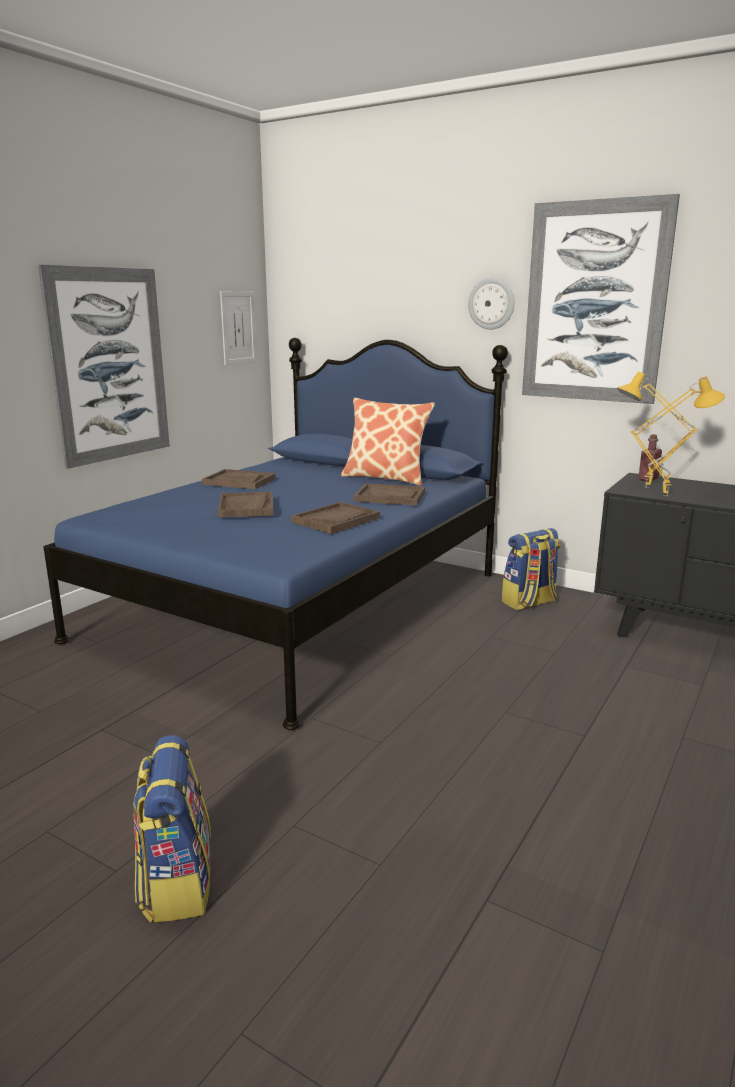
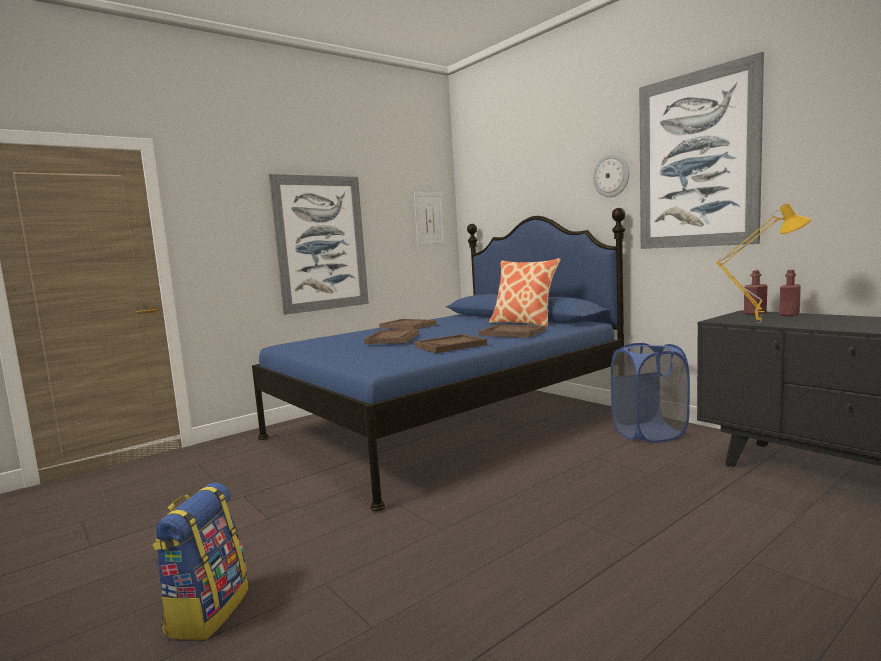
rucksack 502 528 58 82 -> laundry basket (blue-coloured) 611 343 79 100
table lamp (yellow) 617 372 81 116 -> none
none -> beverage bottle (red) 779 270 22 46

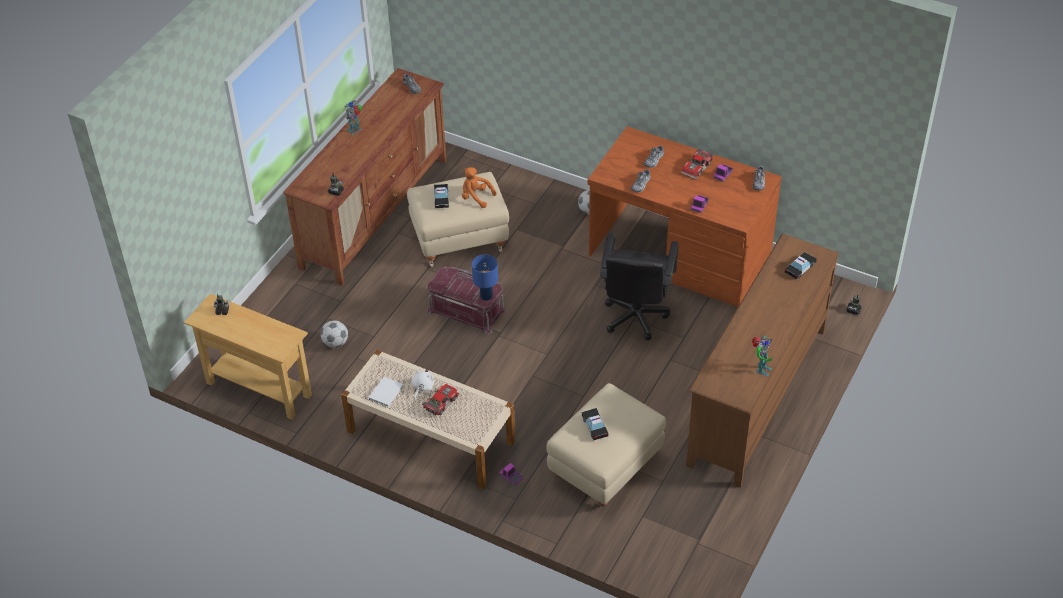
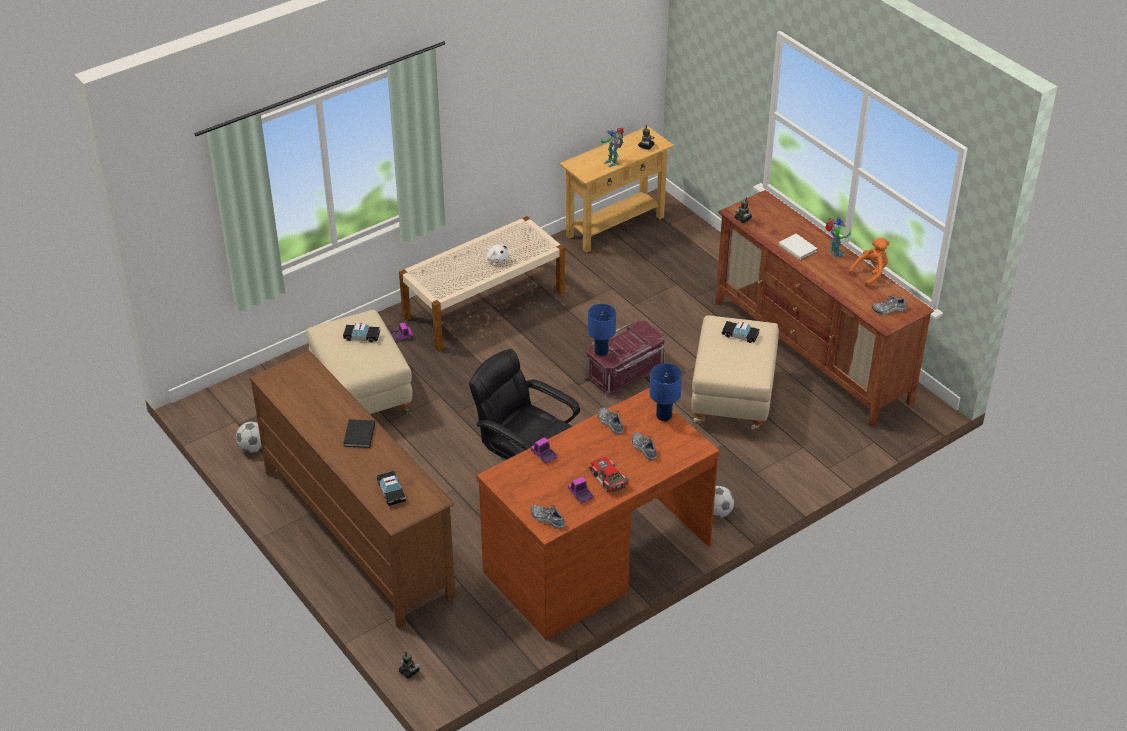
ball for football 321 320 27 28 -> ball for football 236 422 26 31, moved
volume (white) 368 377 35 30 -> volume (white) 779 234 38 26, moved
miniature car 422 384 38 31 -> none
soft toy (orange) 462 167 35 41 -> soft toy (orange) 849 238 41 49, moved
robot figure 752 336 20 40 -> robot figure 601 128 23 39, moved
none -> volume (black) 343 419 32 29
none -> table lamp (blue-coloured) 650 363 32 58

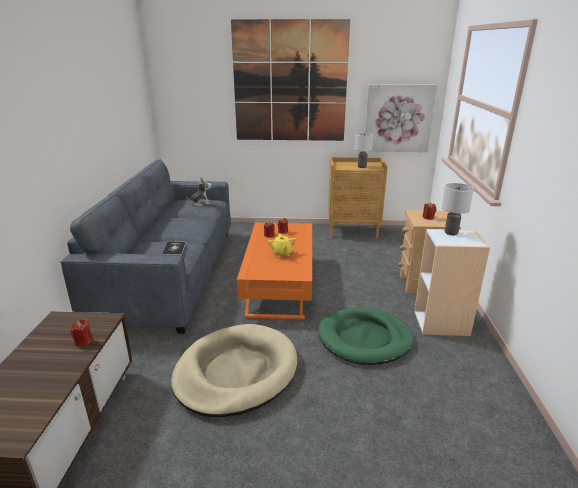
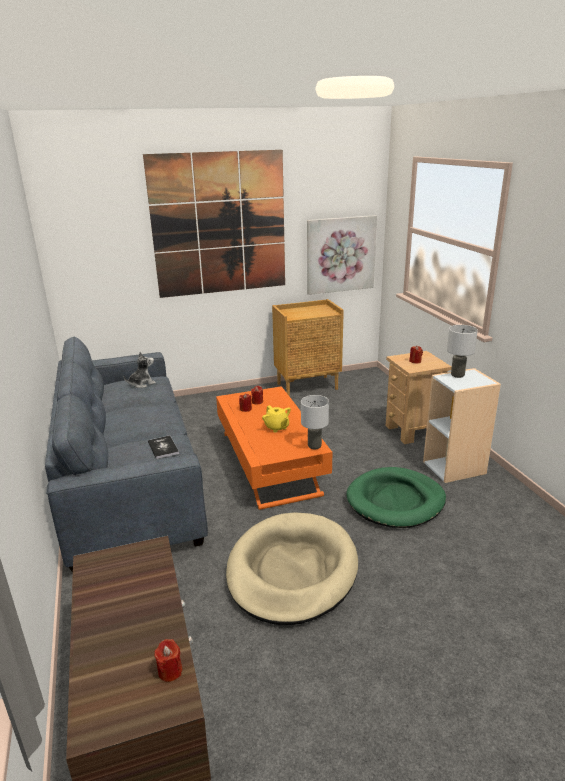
candle (red) 70 319 22 28 -> candle (red) 154 639 28 43, moved
table lamp (white) 354 132 20 36 -> table lamp (white) 301 395 28 54, moved

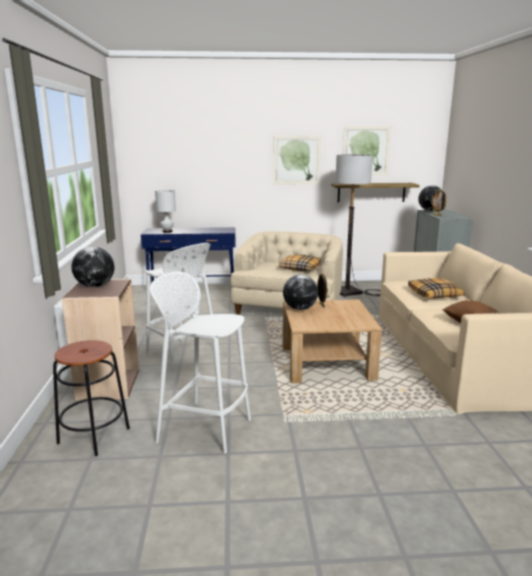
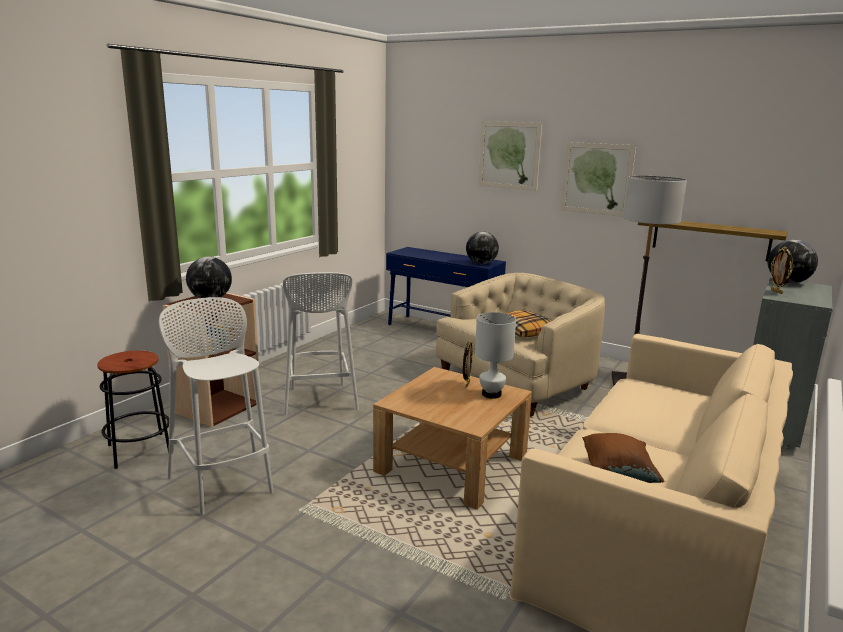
table lamp (white) 155 190 21 43 -> table lamp (white) 475 312 41 87, moved
world globe 283 275 35 35 -> world globe 466 232 33 32, moved
wall picture 343 126 49 49 -> wall picture 478 121 64 70, moved
pillow 408 278 57 20 -> none

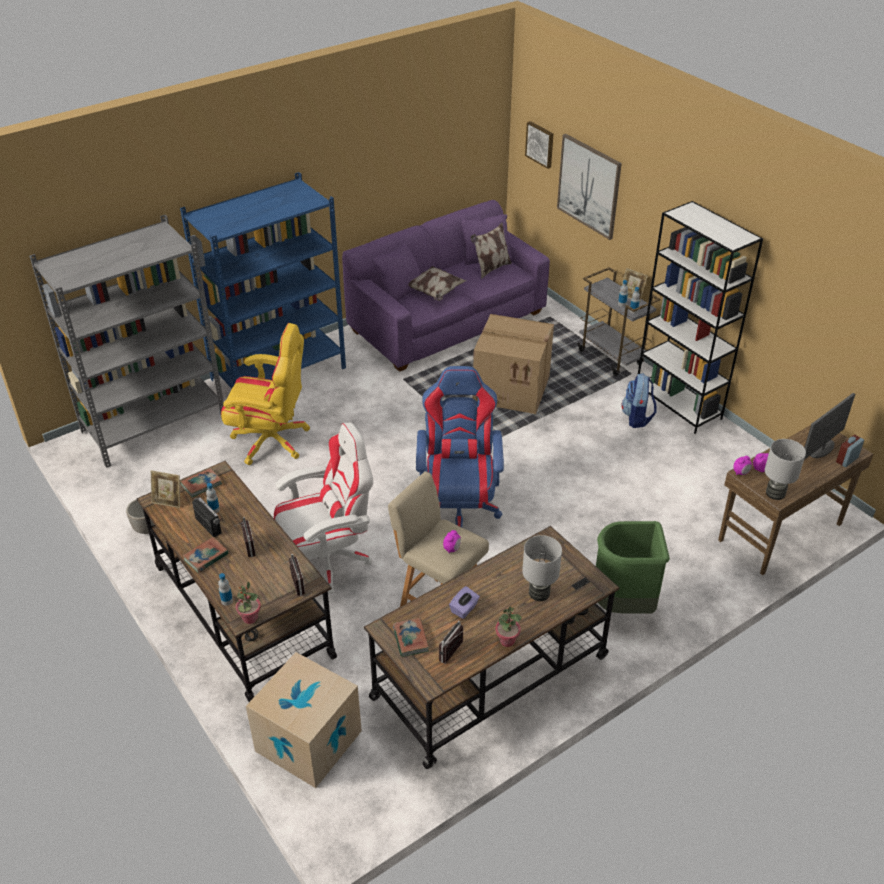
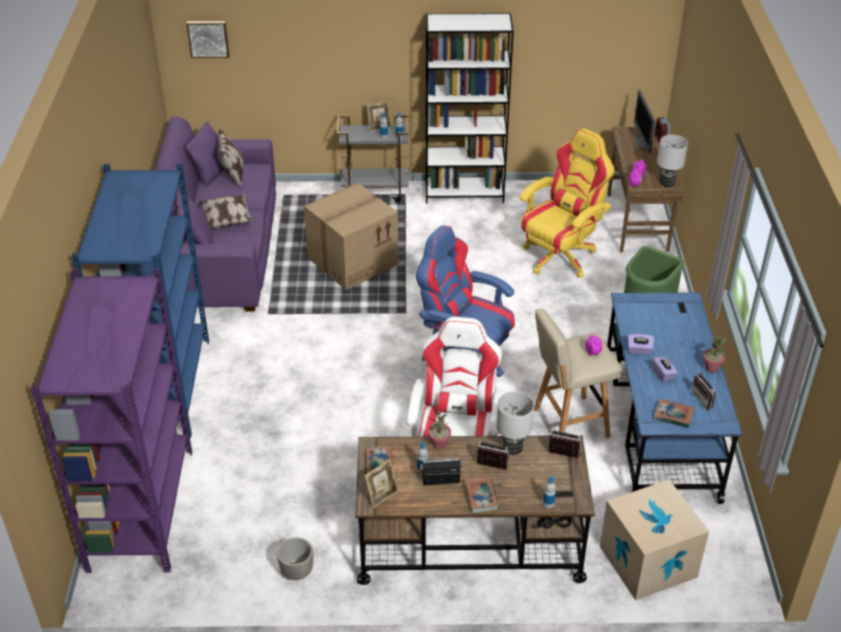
bookcase (gray) 29 215 195 253 -> bookcase (purple-coloured) 31 269 161 304
desk chair (yellow) 221 323 89 142 -> desk chair (yellow) 520 129 95 149, moved
houseplant 235 582 26 42 -> houseplant 428 410 23 39, moved
desk unit (brownish) 364 526 255 243 -> desk unit (blue-coloured) 607 292 135 212
table lamp (gray) 522 535 40 66 -> table lamp (gray) 496 391 38 64, moved
wall picture 557 134 65 106 -> none
rucksack 621 373 35 55 -> none
none -> box of tissues (purple-coloured) 628 334 26 21

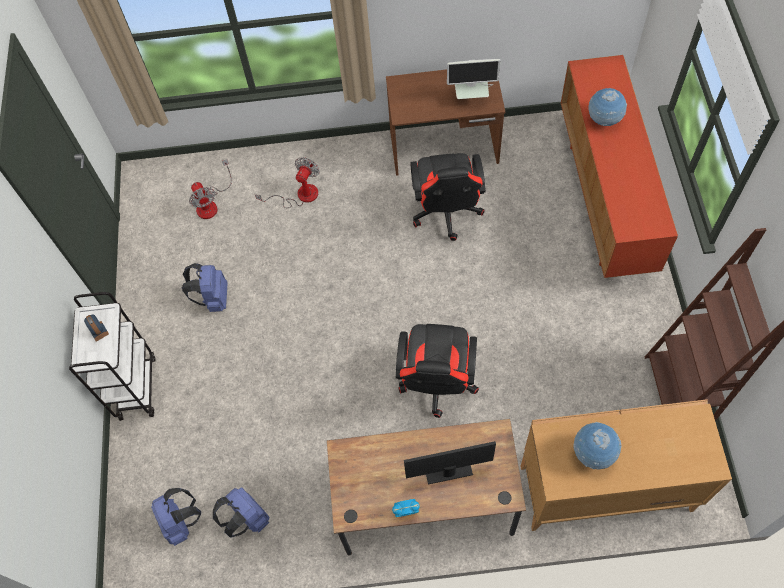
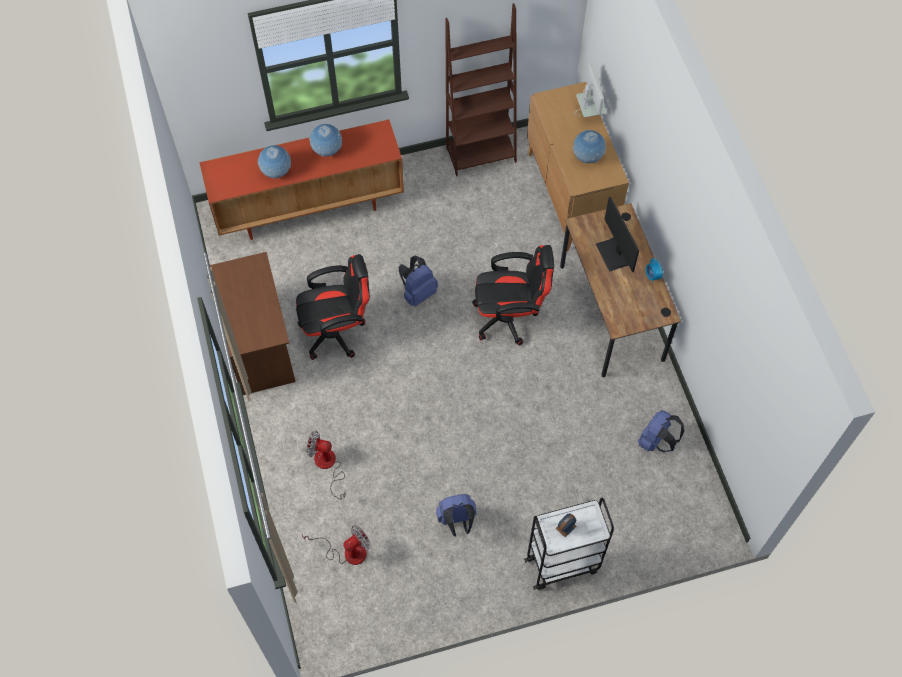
rucksack (blue-coloured) 151 488 50 58 -> rucksack (blue-coloured) 399 256 39 51, moved
monitor 447 59 53 40 -> monitor 574 62 32 55, moved
none -> world globe 309 124 33 32

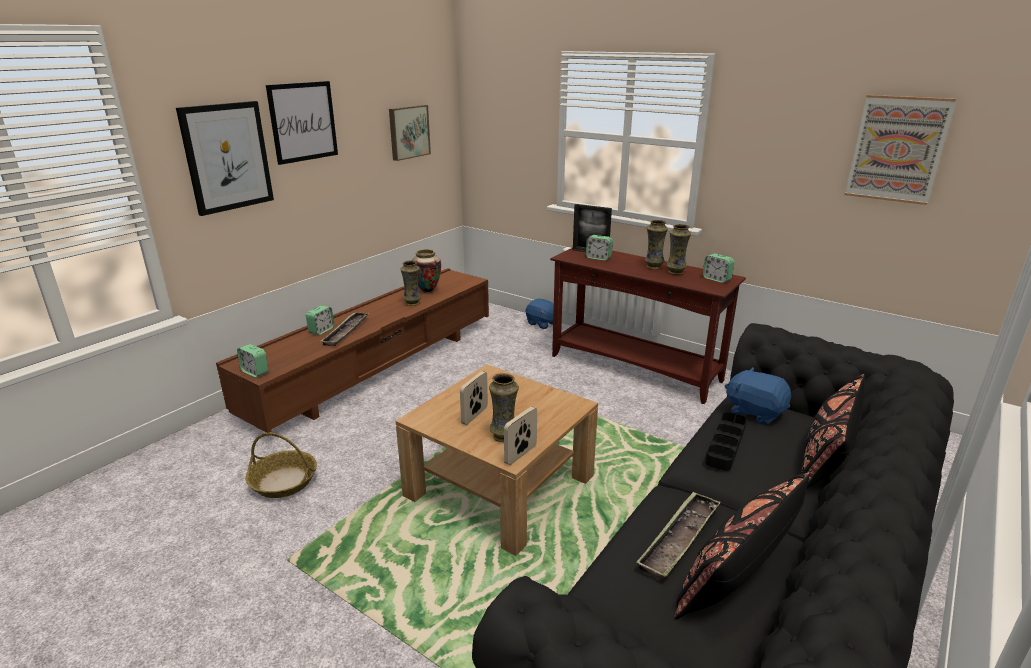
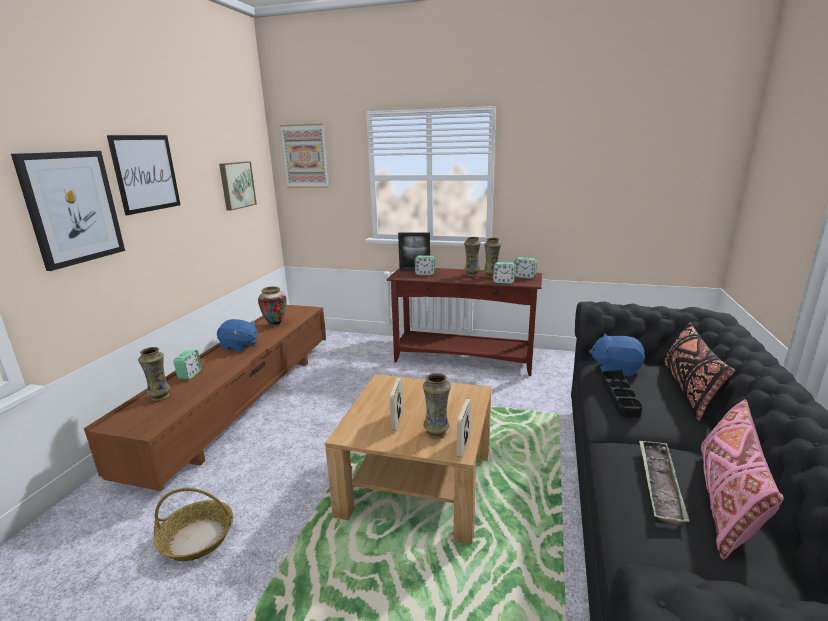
bedside clock 237 344 31 34 -> bedside clock 493 262 22 22, moved
tray 321 312 48 34 -> none
decorative vase 400 260 21 46 -> decorative vase 138 347 32 54, moved
soft toy (blue-coloured) 526 298 28 31 -> soft toy (blue-coloured) 217 319 40 33, moved
pillow (black) 674 472 137 147 -> pillow (pink-coloured) 701 399 83 161
wall picture 845 95 111 110 -> wall picture 280 124 49 64, moved

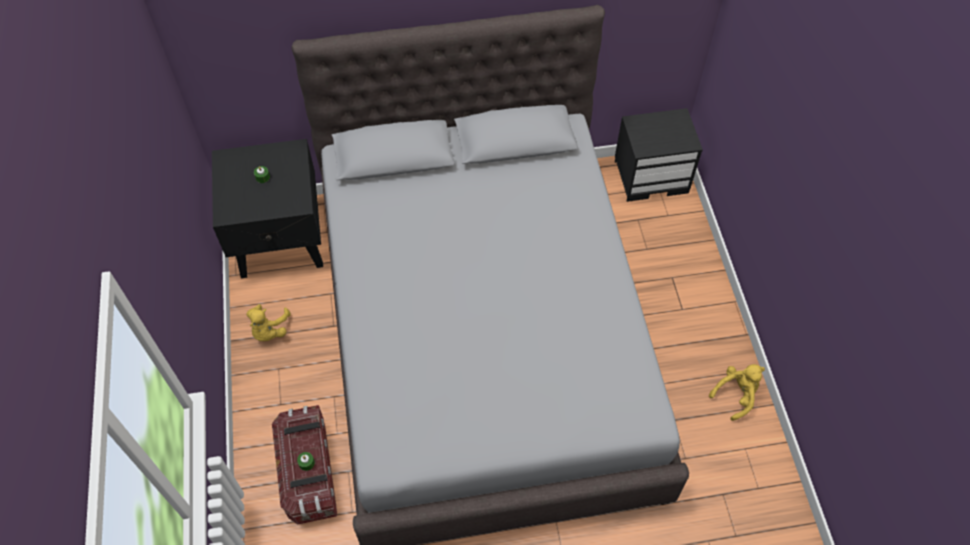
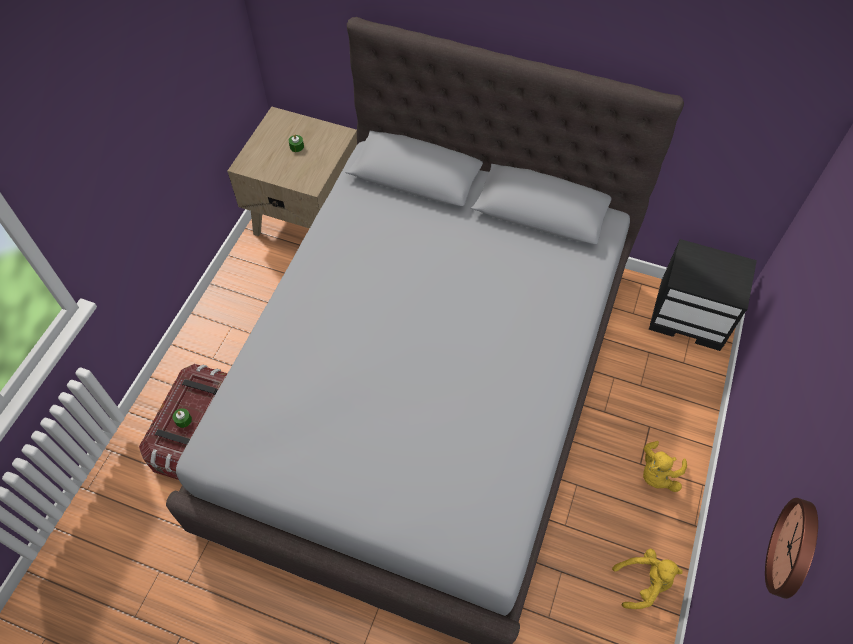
bedside table (black) 212 139 111 139 -> bedside table (beige-coloured) 227 107 130 129
soft toy (yellow) 247 304 44 37 -> soft toy (yellow) 643 441 44 51, moved
none -> hanging clock 765 498 53 101

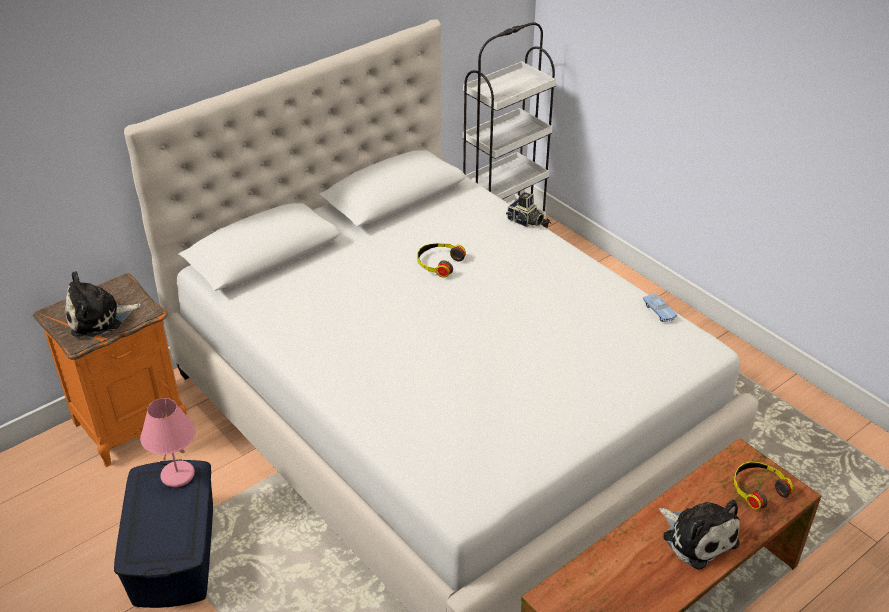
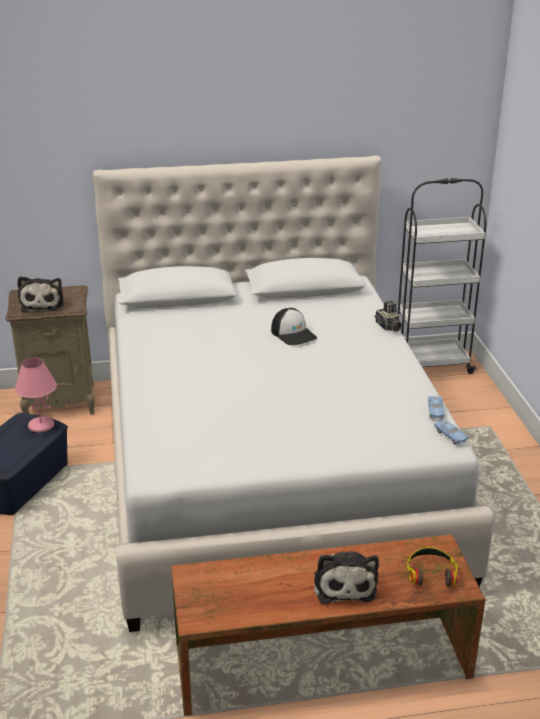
bedside table (orange) 33 273 154 194 -> bedside table (beige-coloured) 5 285 90 129
soft toy 65 271 76 67 -> soft toy 17 276 47 36, 105 degrees counterclockwise
headset 418 243 48 34 -> peaked cap 271 308 46 37
none -> miniature car (blue-coloured) 434 420 34 25

